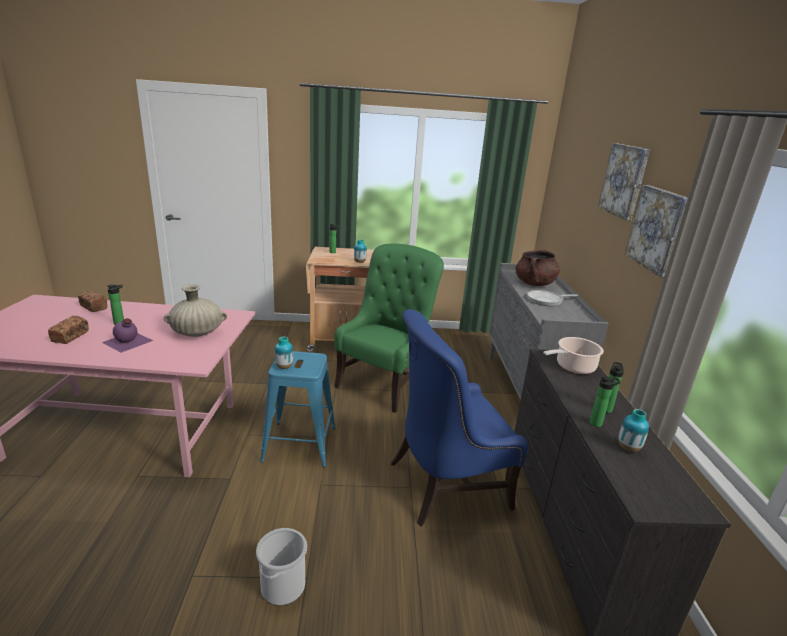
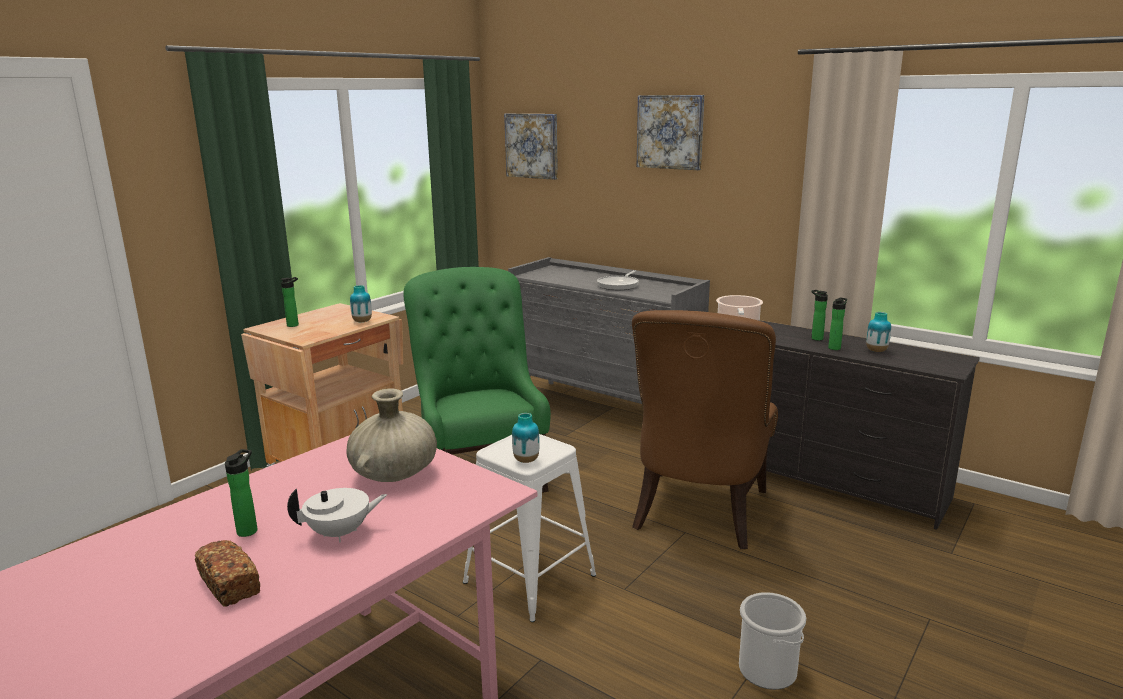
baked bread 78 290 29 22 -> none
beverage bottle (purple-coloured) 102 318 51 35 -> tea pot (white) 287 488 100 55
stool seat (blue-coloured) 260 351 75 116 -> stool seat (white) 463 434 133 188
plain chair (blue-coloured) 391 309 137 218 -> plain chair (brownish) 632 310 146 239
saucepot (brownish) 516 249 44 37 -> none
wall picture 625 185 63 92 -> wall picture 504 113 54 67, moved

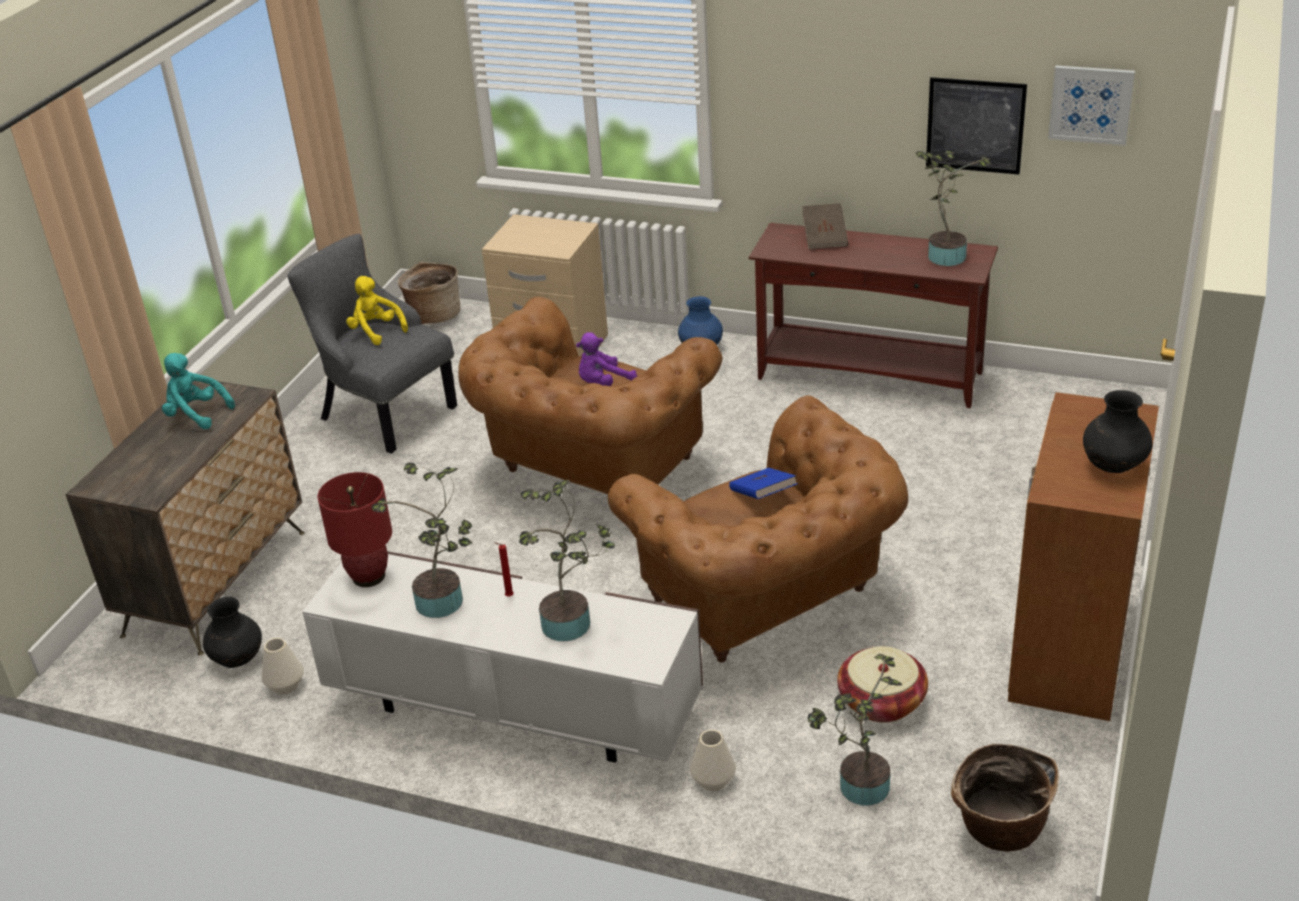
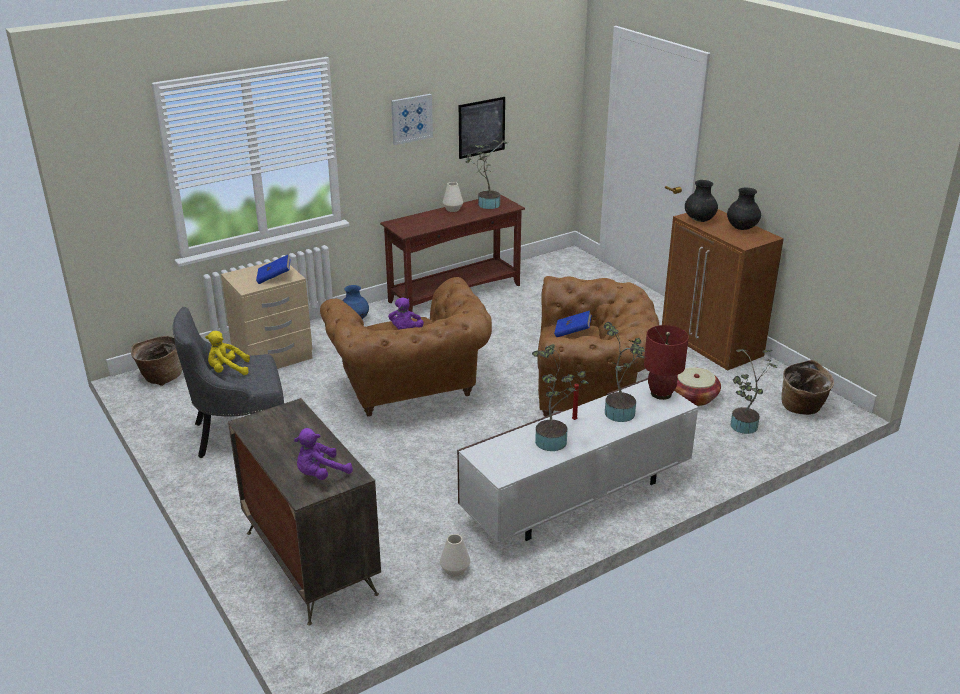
soft toy (blue-green) 162 353 73 76 -> none
decorative vase (black) 203 597 59 71 -> decorative vase (black) 685 180 33 42, moved
table lamp (red) 317 472 75 115 -> table lamp (red) 644 325 45 75, moved
decorative vase (white) 690 729 46 62 -> decorative vase (white) 443 182 20 30, moved
volume (brownish) 802 203 46 46 -> none
wall picture 1048 65 87 80 -> wall picture 391 94 42 51, moved
none -> volume (blue-coloured) 256 255 35 29
none -> soft toy (purple-coloured) 294 428 59 52

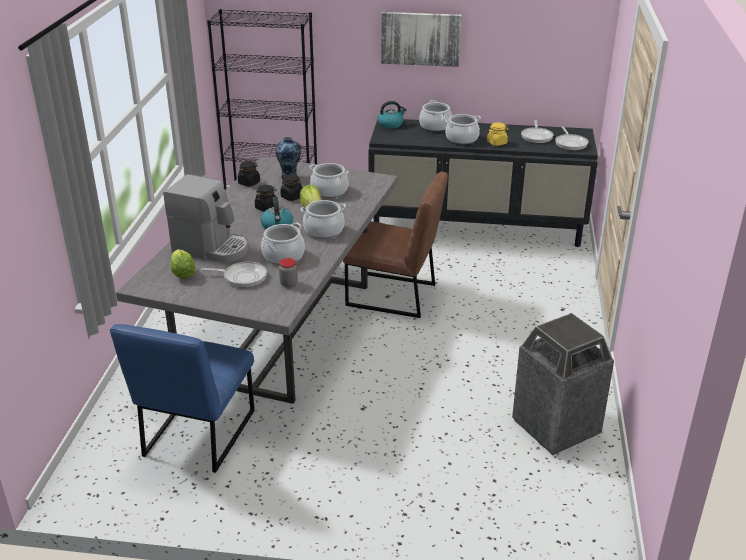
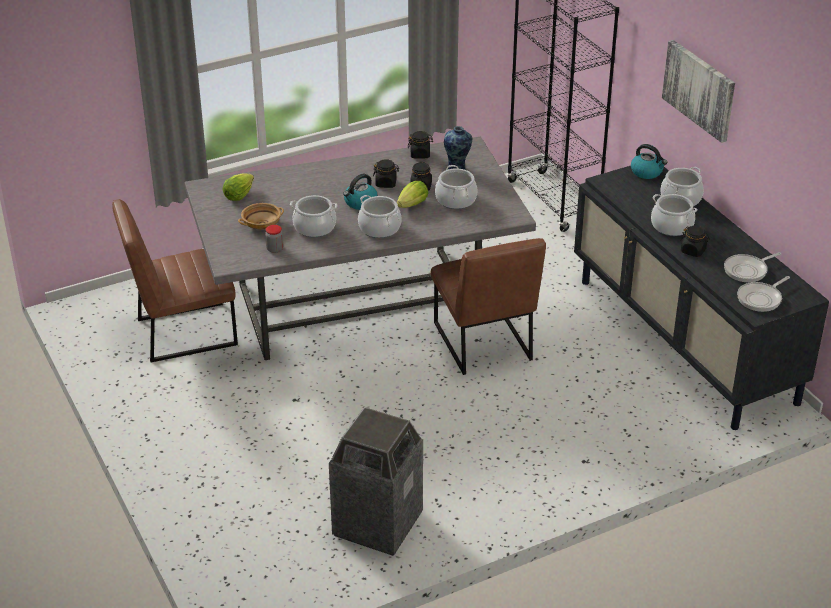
plain chair (blue-coloured) 110 324 145 149 -> plain chair (brownish) 112 199 126 164
coffee brewer 163 174 86 89 -> none
pan 202 262 65 26 -> deep dish (beige-coloured) 238 203 46 26
preserve jar (yellow) 487 123 21 23 -> preserve jar (black) 681 226 29 31

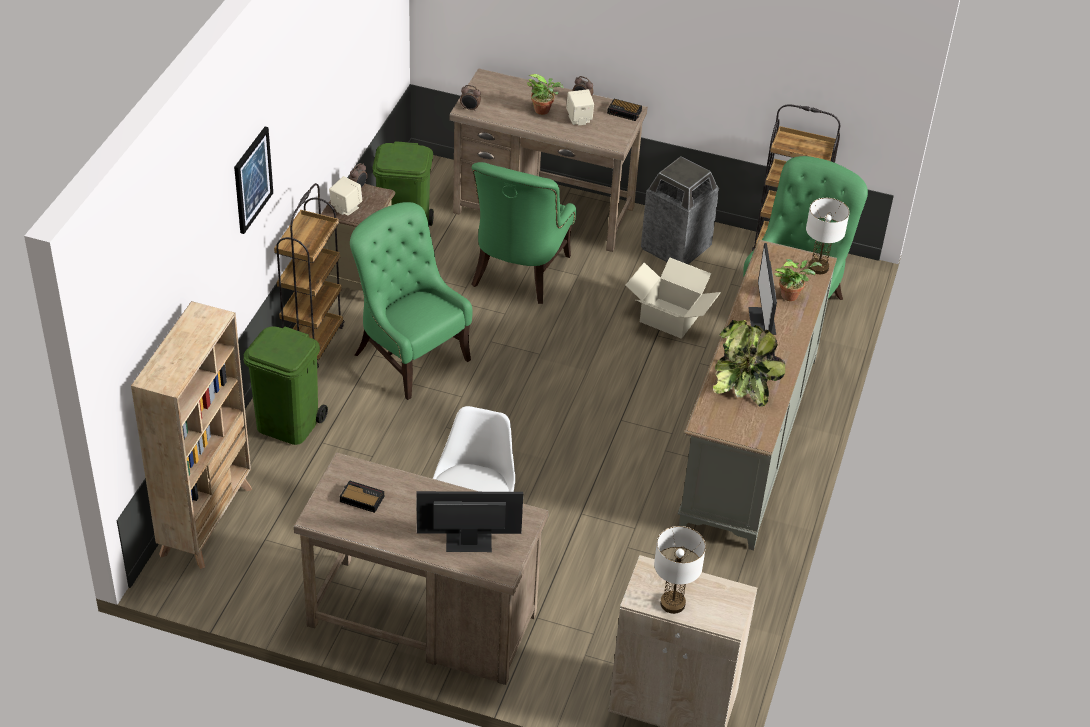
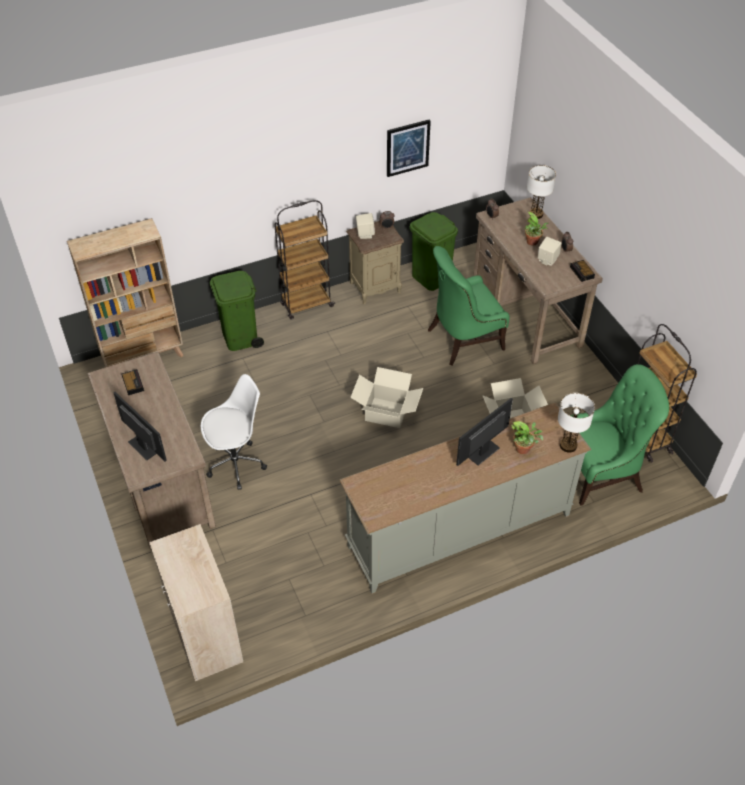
wall picture 234 127 39 107 -> wall picture 387 119 44 58, moved
plain chair (greenish) 350 202 123 198 -> none
waste bin 641 156 78 108 -> none
table lamp 654 526 52 88 -> table lamp 527 165 29 54, moved
houseplant 713 320 73 87 -> none
none -> cardboard box 350 367 73 61

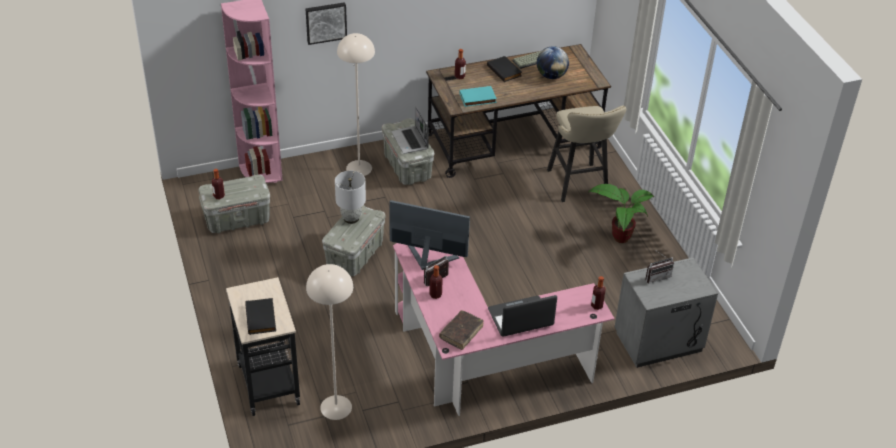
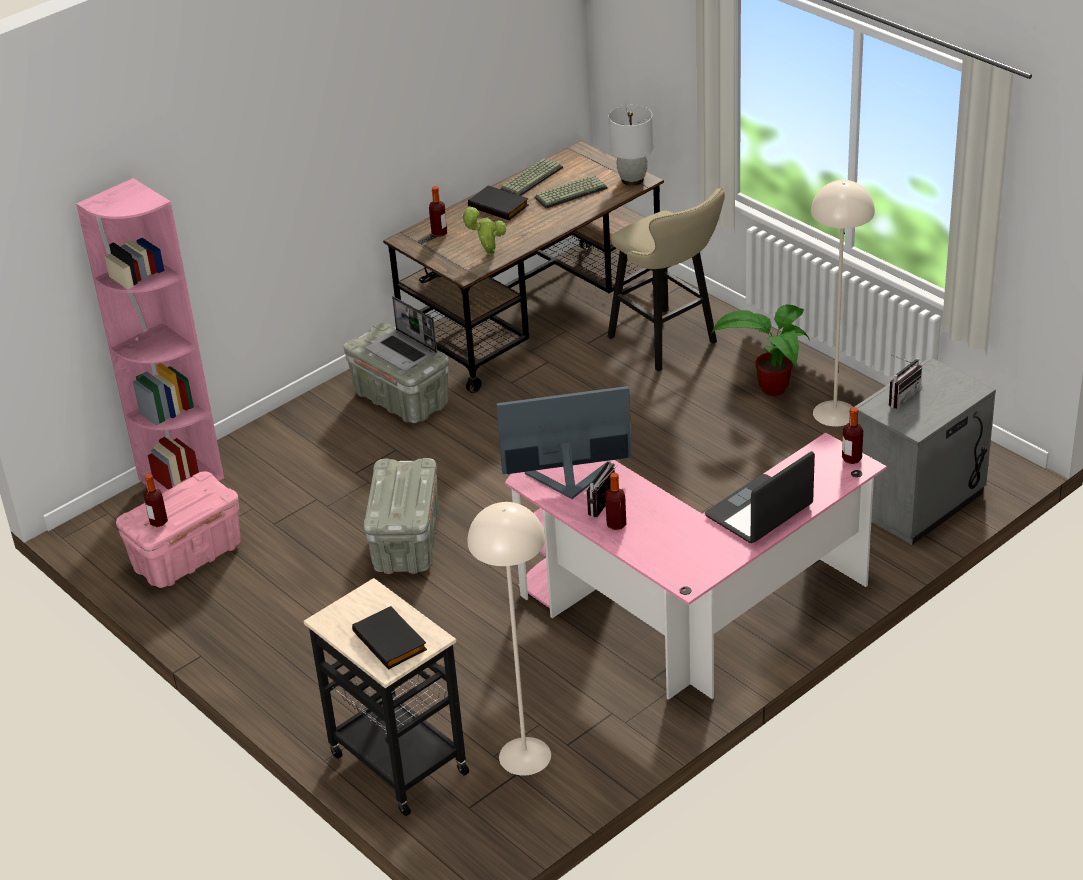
storage bin (gray) 199 175 71 58 -> storage bin (pink-coloured) 116 471 125 117
wall picture 306 2 41 43 -> none
table lamp (white) 335 171 31 53 -> table lamp (white) 608 105 45 81, moved
standing lamp (beige-coloured) 337 33 38 143 -> standing lamp (beige-coloured) 811 180 64 246, moved
volume (brownish) 439 310 45 40 -> none
volume (blue-green) 460 86 37 21 -> houseplant 461 206 45 49
world globe 537 46 32 33 -> keyboard 534 175 74 34

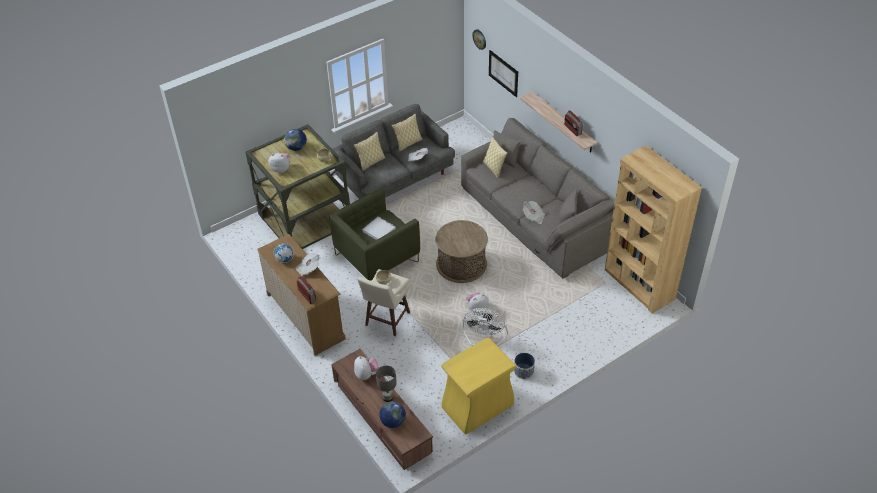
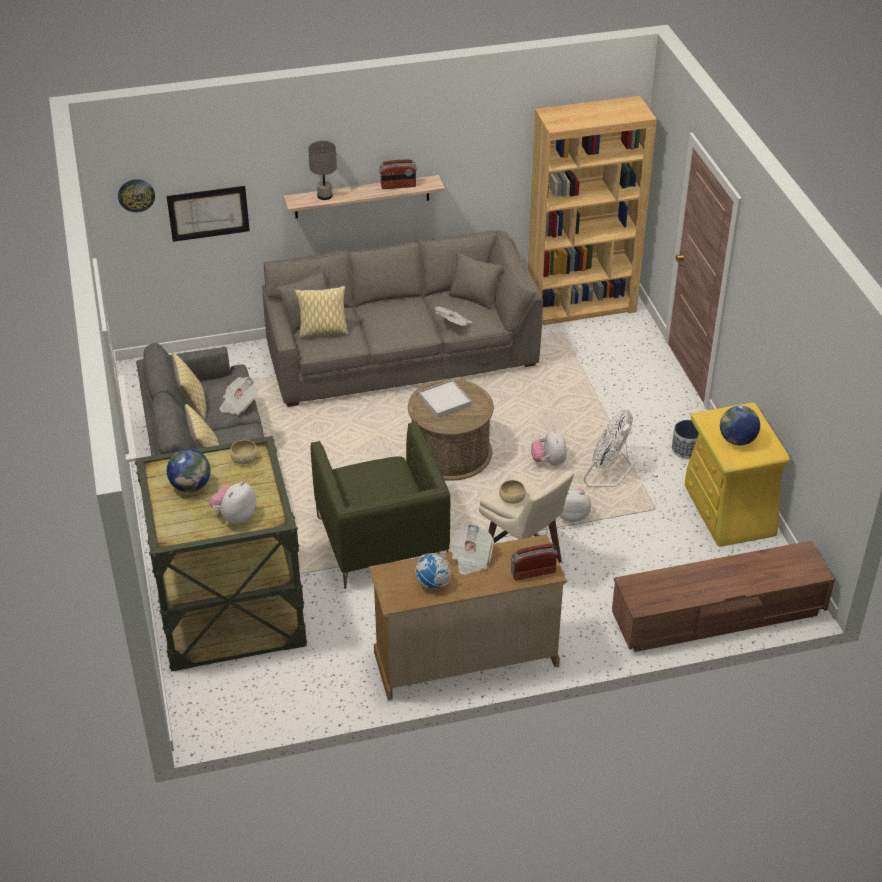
soft toy 354 356 25 24 -> soft toy 560 488 31 34, moved
tray (white) 362 216 34 24 -> tray (white) 419 380 53 38, moved
table lamp (gray) 376 366 21 36 -> table lamp (gray) 308 141 29 59, moved
world globe 379 401 27 27 -> world globe 720 406 40 39, moved

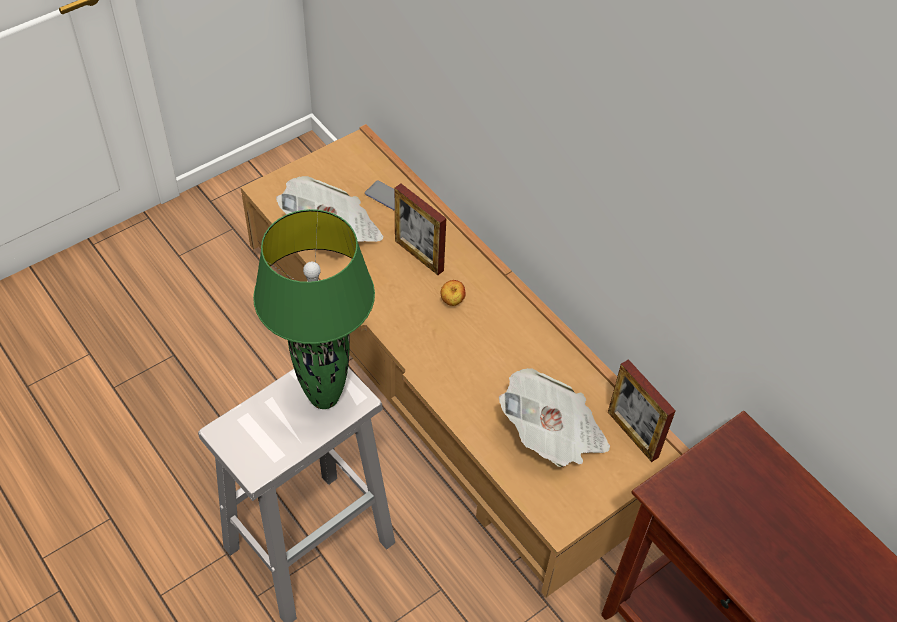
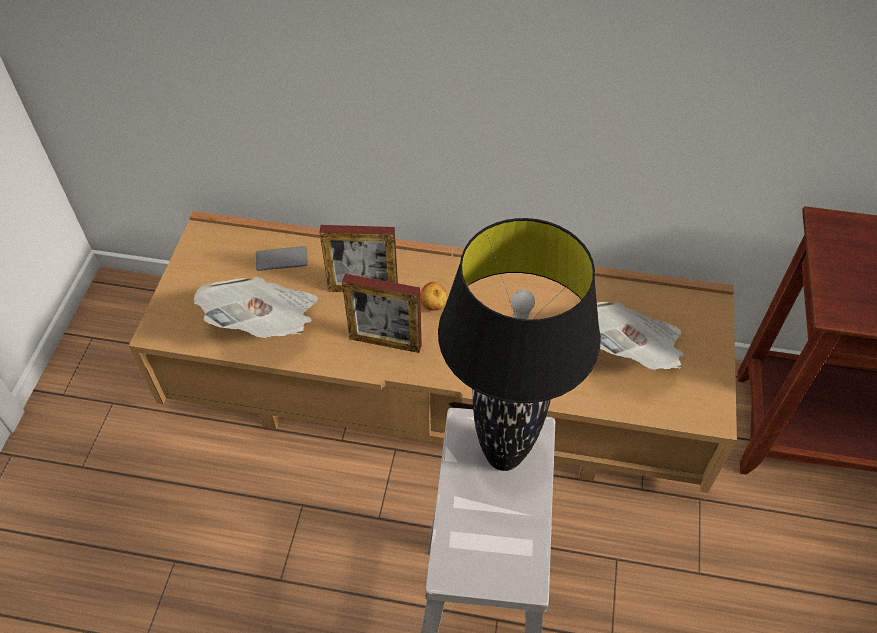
table lamp (greenish) 253 209 122 200 -> table lamp (black) 438 218 163 253
picture frame 608 359 68 103 -> picture frame 342 274 80 79, moved

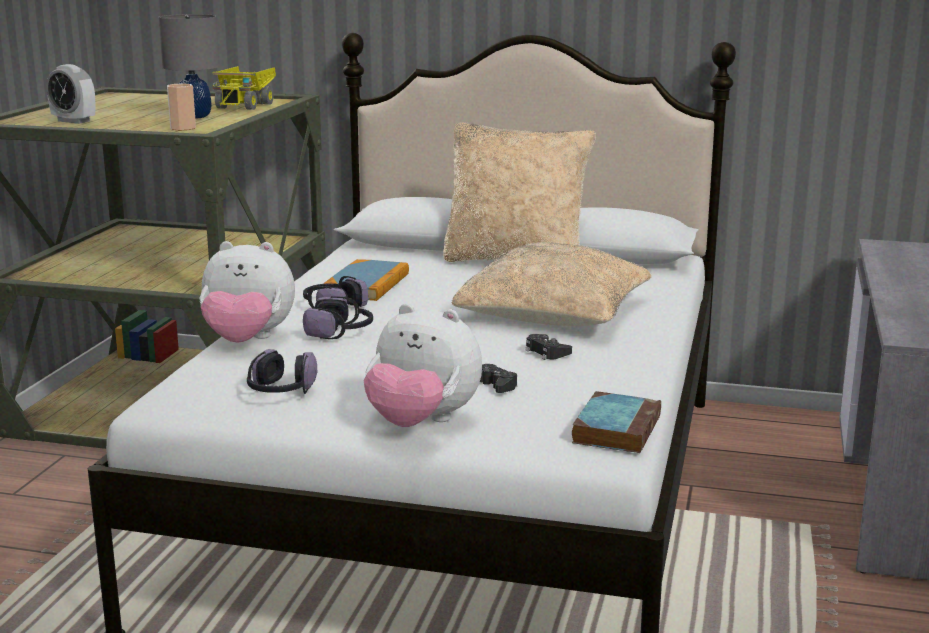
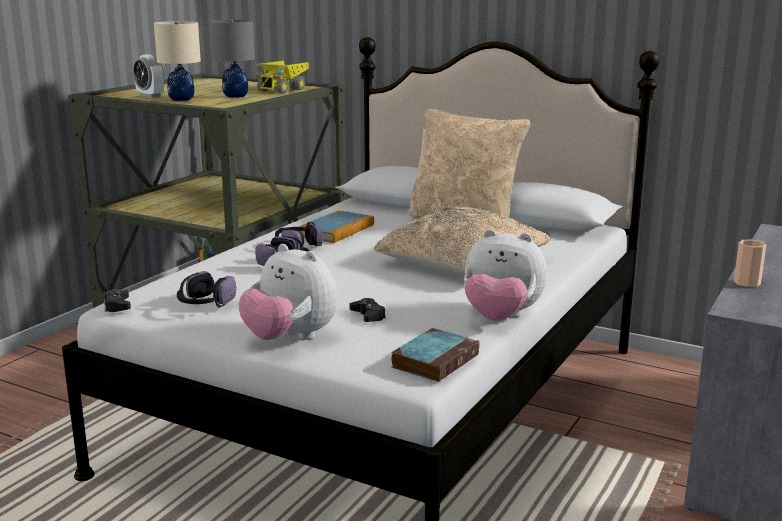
small cup 167 83 29 48 -> small cup 734 240 32 47, moved
soft toy 199 241 96 102 -> soft toy 464 229 83 92, moved
game controller (black) 525 334 47 26 -> game controller (black) 104 290 27 22, moved
none -> table lamp (beige-coloured) 154 21 47 80

